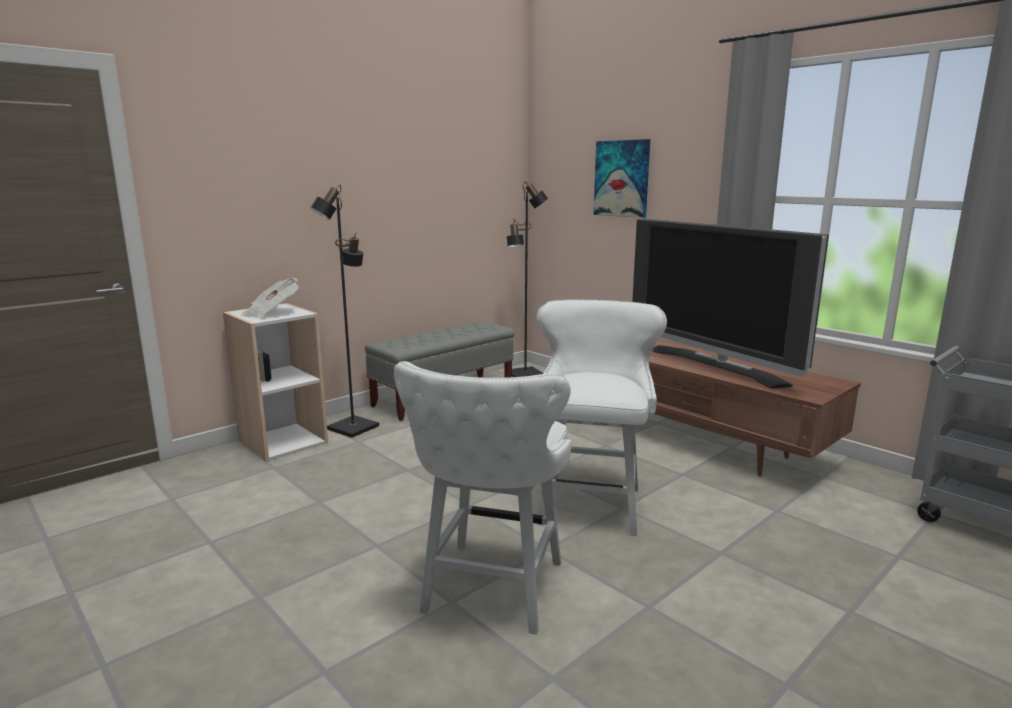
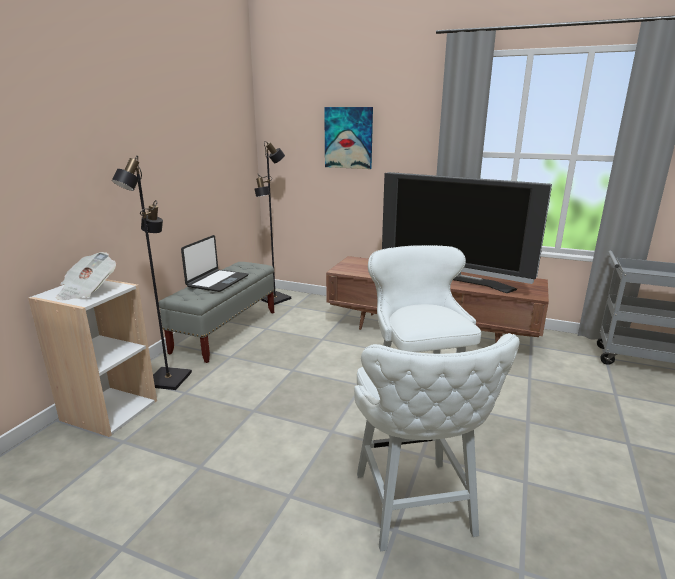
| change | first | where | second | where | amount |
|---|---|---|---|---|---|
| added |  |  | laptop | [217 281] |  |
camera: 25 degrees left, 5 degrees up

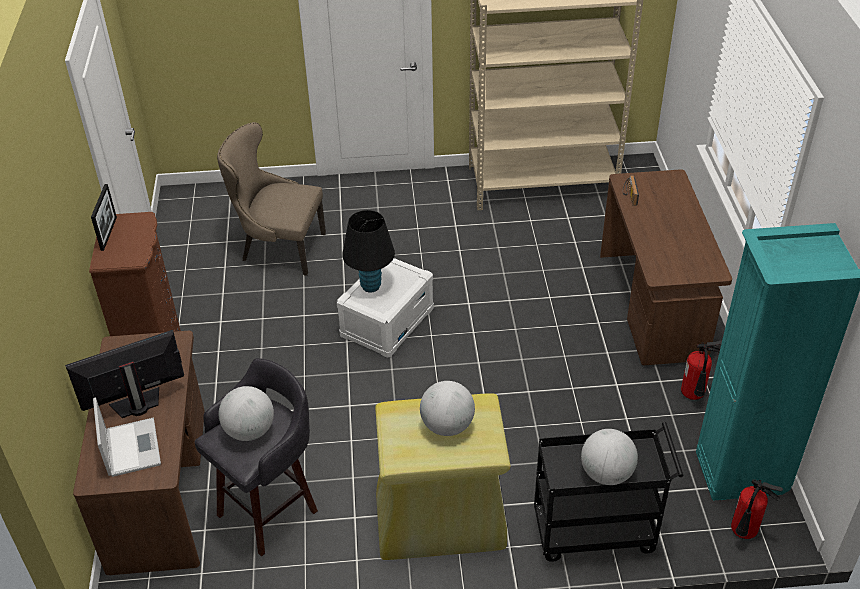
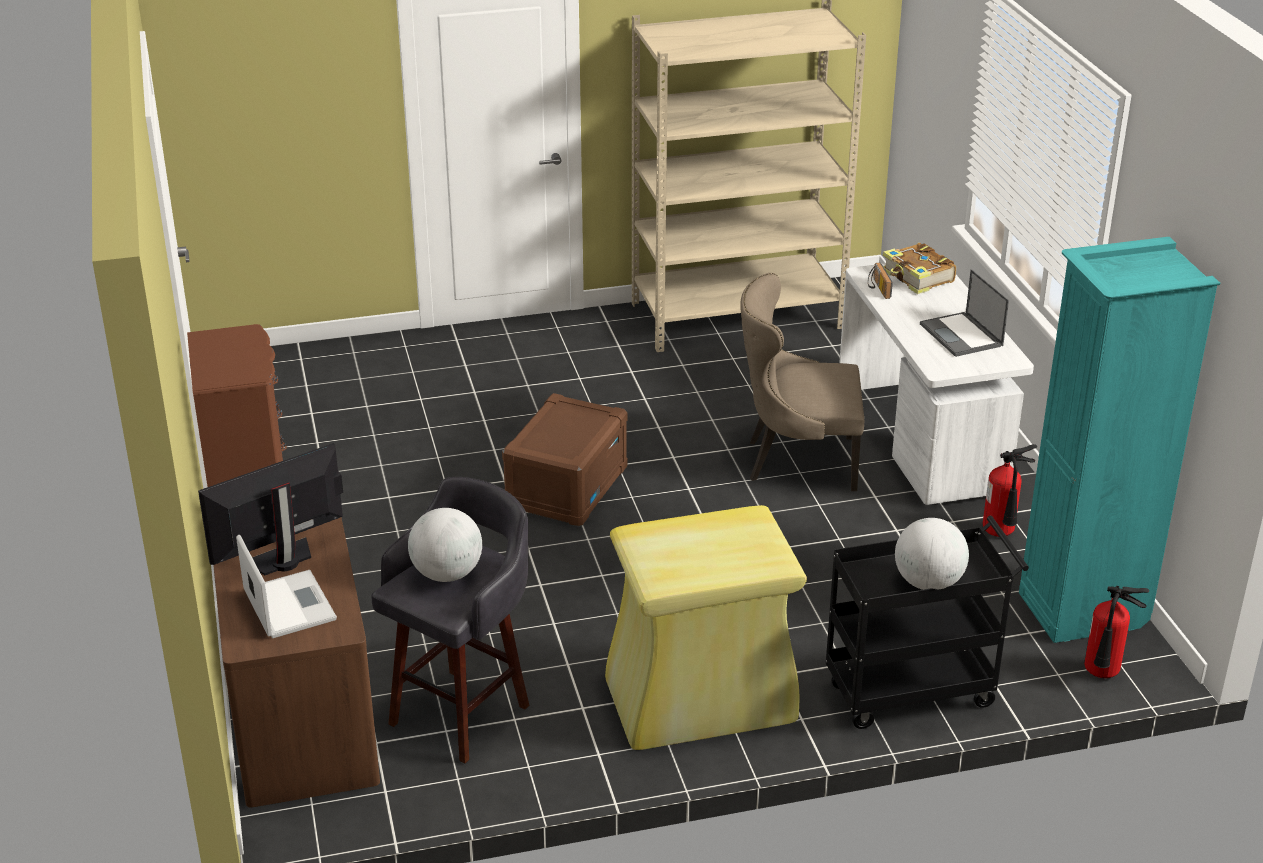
| change | first | where | second | where | amount |
|---|---|---|---|---|---|
| recoloured | white storage box | [387 322] | brown storage box | [566 487] |  |
| moved | beige chair | [279 249] |  | [797 461] |  |
| recoloured | brown desk | [654 305] | white desk | [923 440] |  |
| added |  |  | book | [917 278] |  |
| added |  |  | laptop | [962 335] |  |
| removed | picture frame | [108 233] |  |  |  |
| removed | black table lamp | [371 286] |  |  |  |
| removed | globe | [447 426] |  |  |  |
camera: 10 degrees left, 10 degrees down

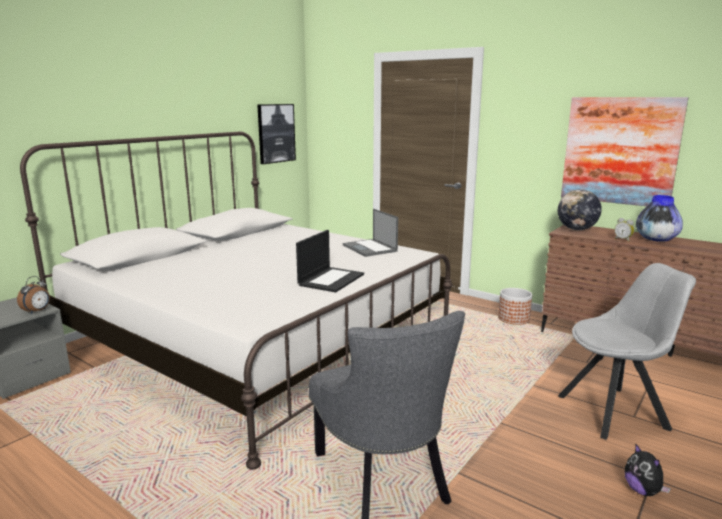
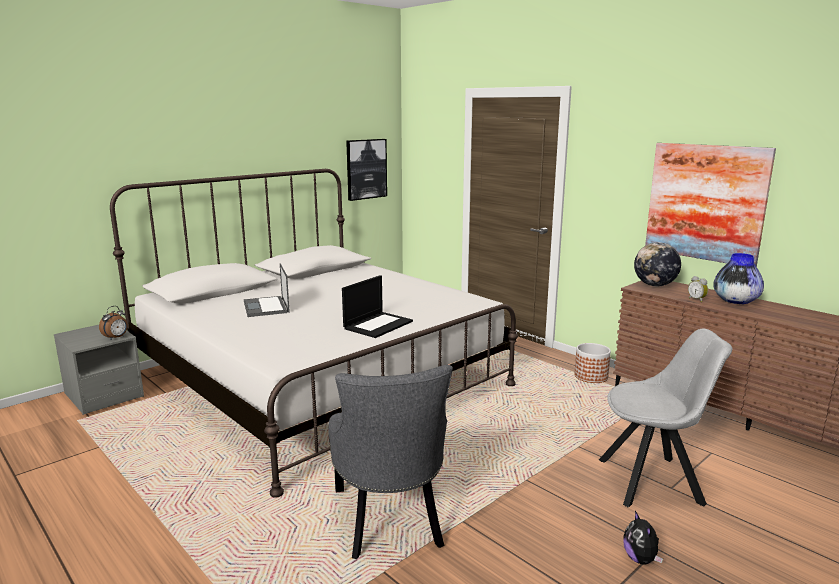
| change | first | where | second | where | amount |
|---|---|---|---|---|---|
| moved | laptop | [370 248] |  | [266 307] |  |
camera: 10 degrees right, 0 degrees up

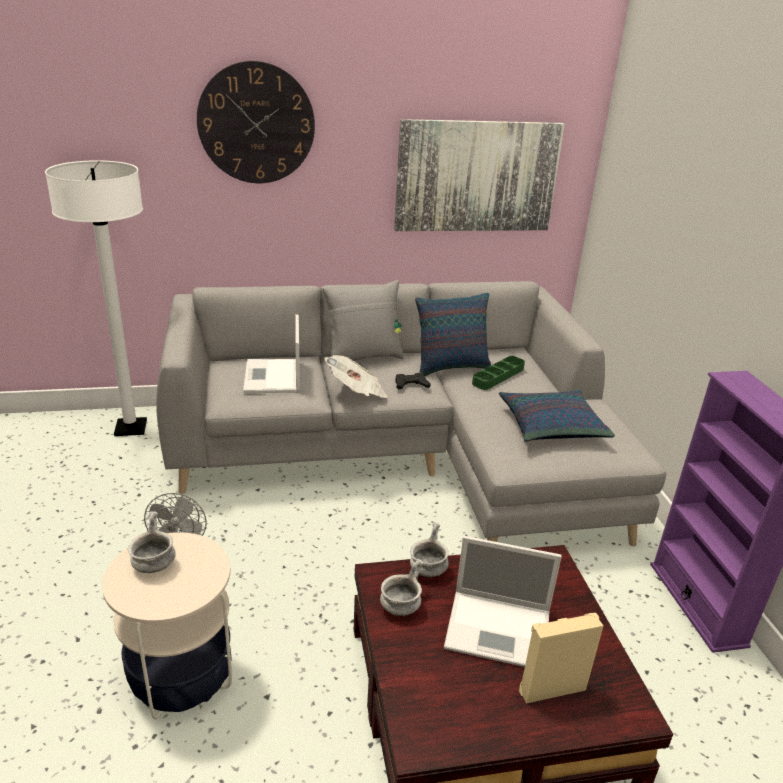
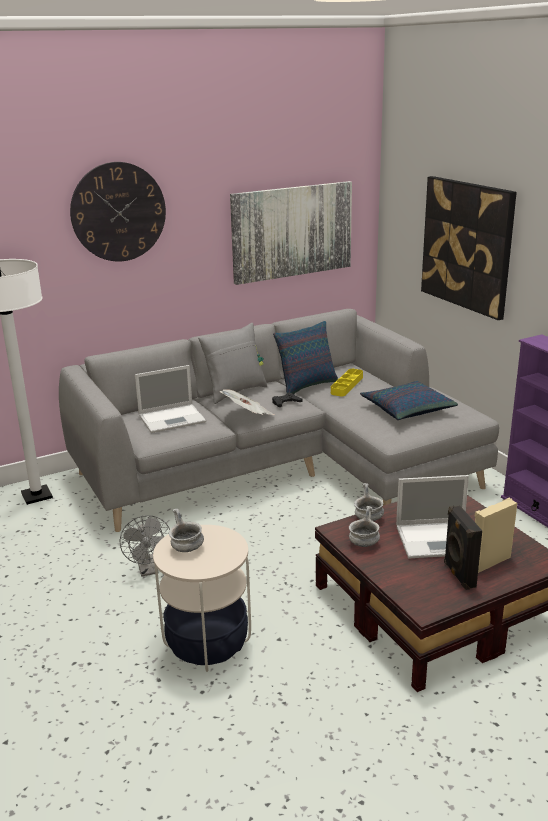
| change | first | where | second | where | amount |
|---|---|---|---|---|---|
| turned | laptop | [273 377] |  | [173 418] | 90 degrees counterclockwise |
| recoloured | green tray | [498 376] | yellow tray | [347 385] |  |
| added |  |  | picture | [467 245] |  |
| added |  |  | black speaker | [458 575] |  |
camera: 15 degrees left, 5 degrees down

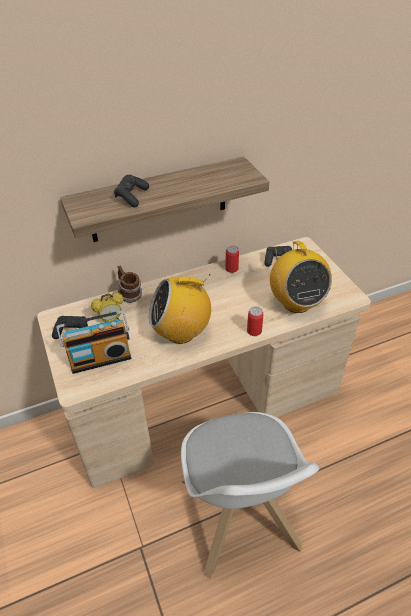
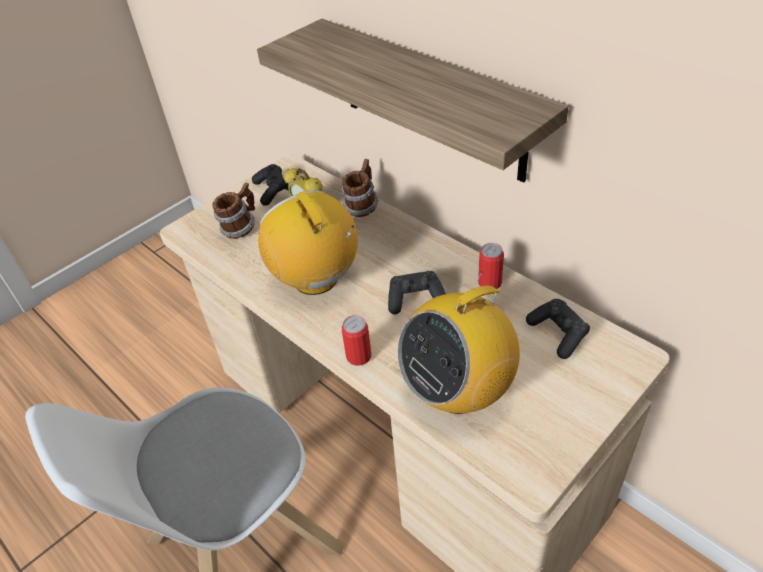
| change | first | where | second | where | amount |
|---|---|---|---|---|---|
| replaced | radio | [100 357] | mug | [240 228] |  |
| moved | black game controller | [132 197] |  | [415 299] |  |
camera: 70 degrees right, 0 degrees up

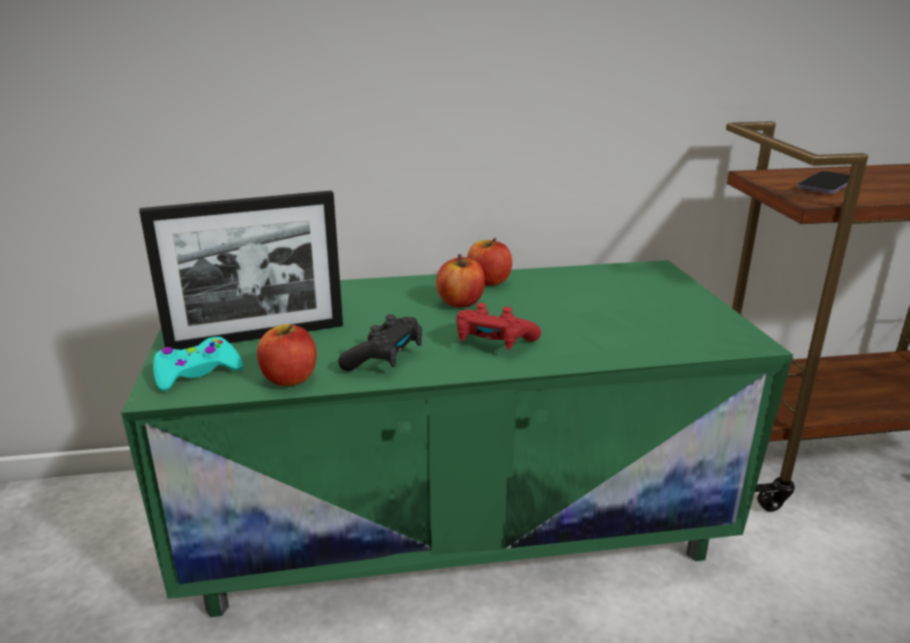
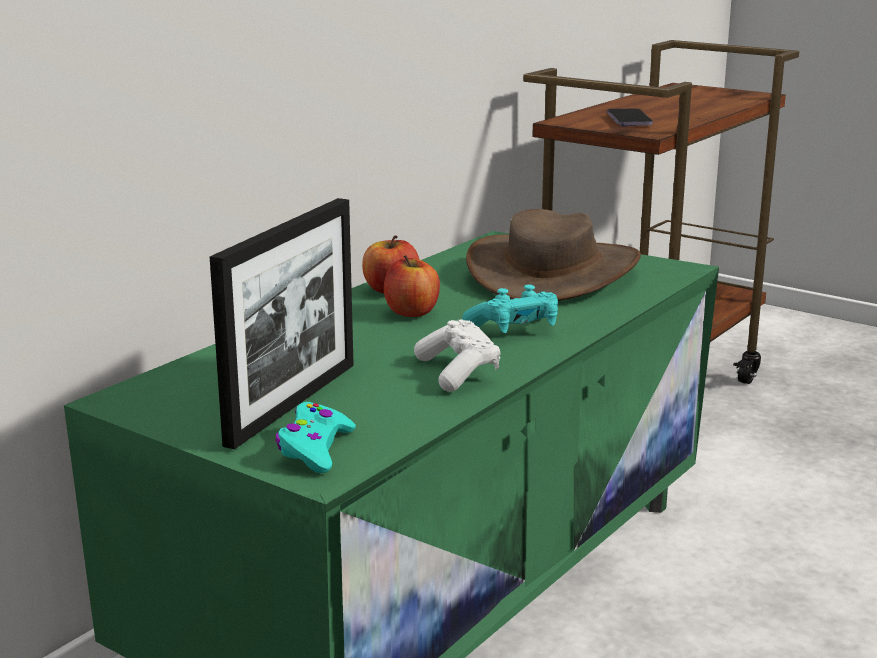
| change | first | where | second | where | amount |
|---|---|---|---|---|---|
| recoloured | black game controller | [384 358] | white game controller | [458 372] |  |
| recoloured | red game controller | [493 342] | turquoise game controller | [515 329] |  |
| added |  |  | brown hat | [554 272] |  |
| removed | apple | [289 378] |  |  |  |
camera: 45 degrees left, 5 degrees down

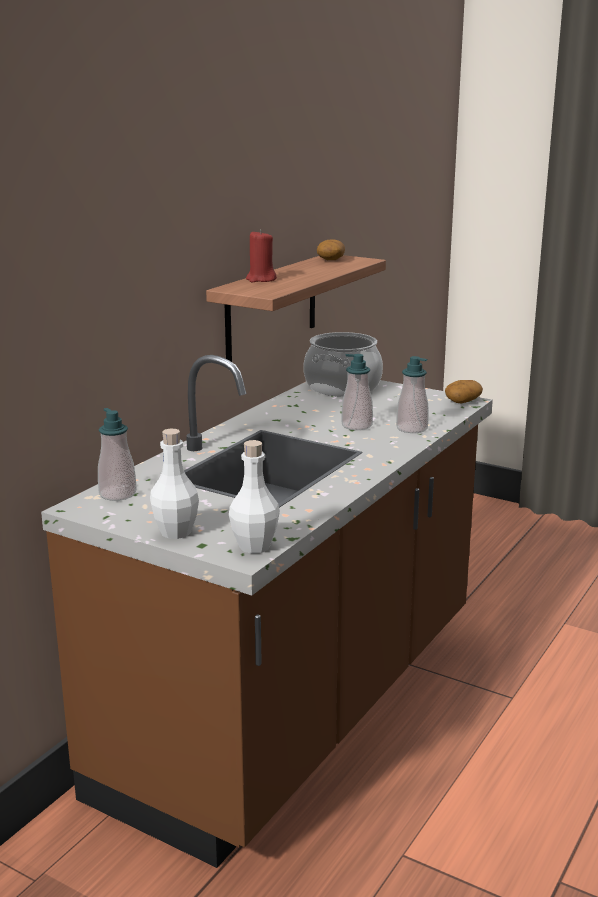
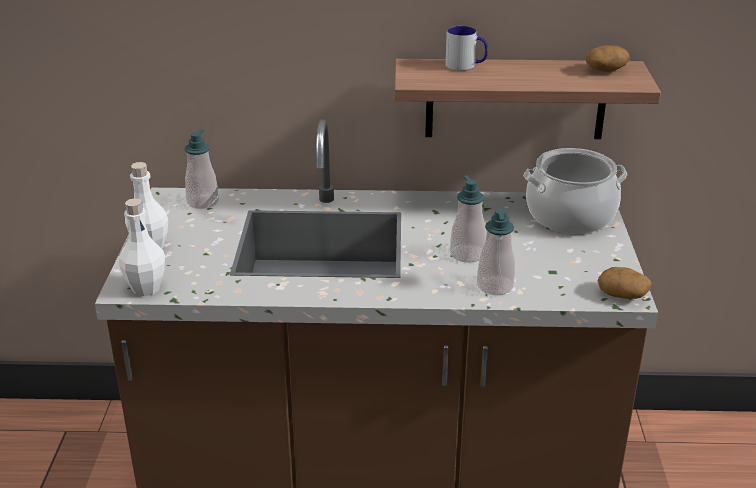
| change | first | where | second | where | amount |
|---|---|---|---|---|---|
| replaced | red candle | [261 279] | mug | [466 66] |  |
camera: 60 degrees right, 10 degrees up

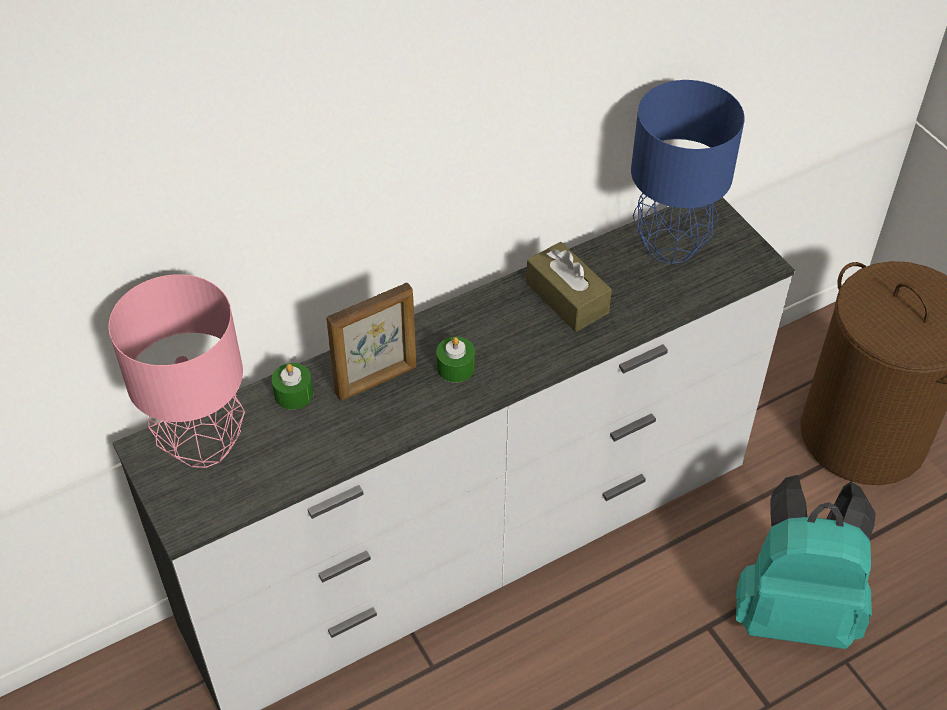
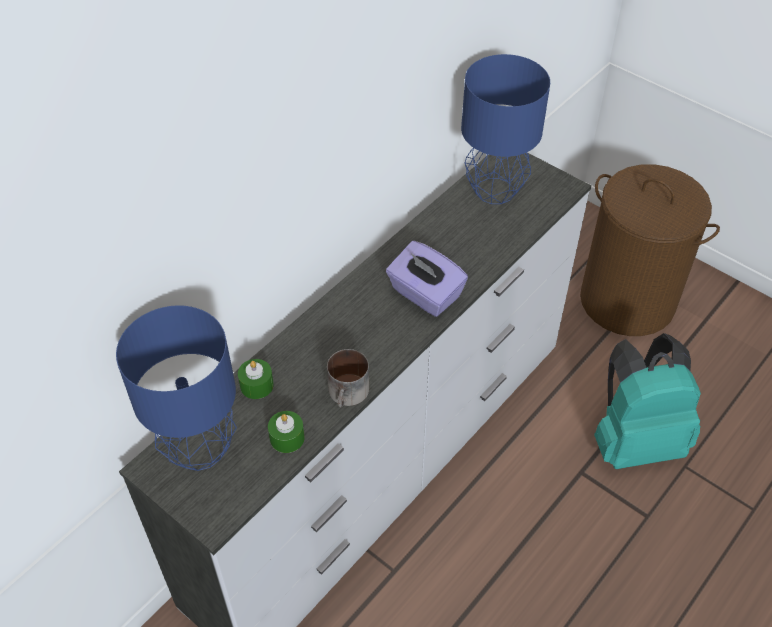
| change | first | where | second | where | amount |
|---|---|---|---|---|---|
| recoloured | pink table lamp | [203 444] | blue table lamp | [199 448] |  |
| moved | green candle | [455 367] |  | [287 438] |  |
| added |  |  | mug | [349 394] |  |
| added |  |  | purple tissue box | [425 294] |  |
| removed | picture frame | [377 381] |  |  |  |
| removed | brown tissue box | [567 298] |  |  |  |
camera: 20 degrees left, 0 degrees up

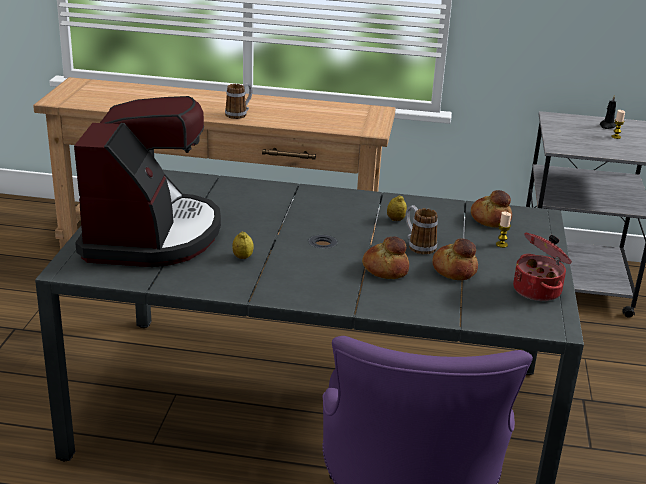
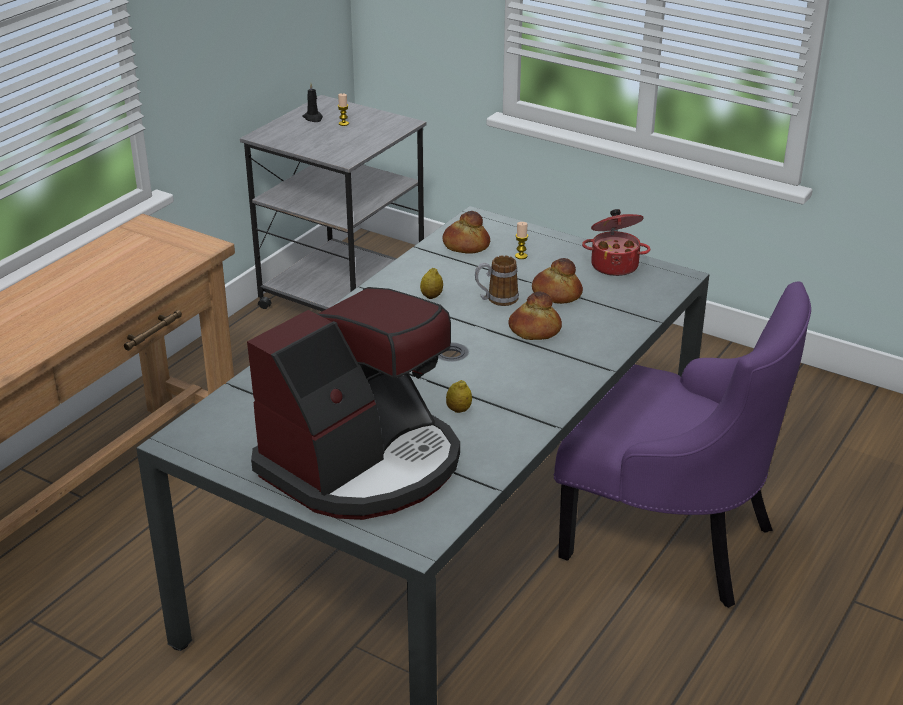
| change | first | where | second | where | amount |
|---|---|---|---|---|---|
| turned | coffee machine | [151 235] |  | [363 464] | 105 degrees clockwise |
| removed | mug | [239 114] |  |  |  |
camera: 65 degrees left, 5 degrees up

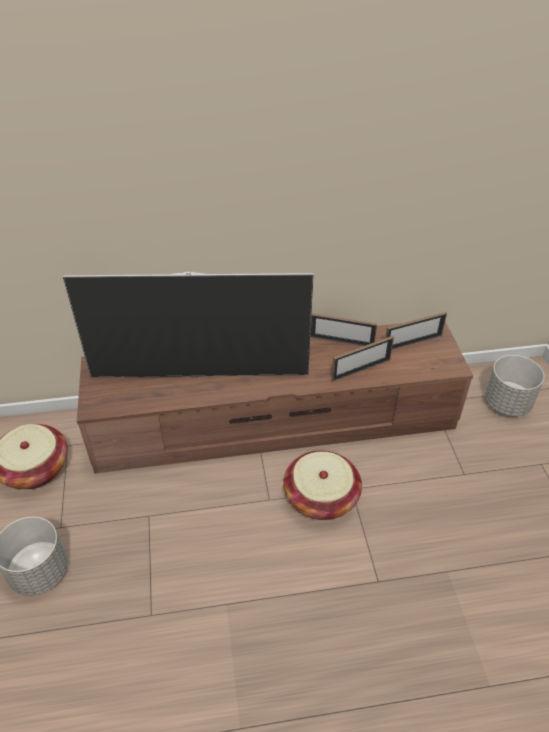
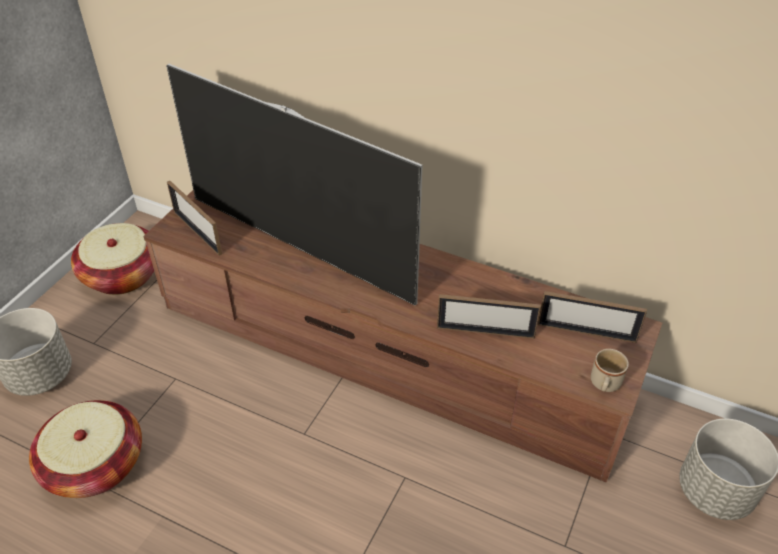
| change | first | where | second | where | amount |
|---|---|---|---|---|---|
| moved | basket | [321 497] |  | [95 465] |  |
| moved | picture frame | [341 341] |  | [197 232] |  |
| added |  |  | beige mug | [604 385] |  |
camera: 35 degrees right, 0 degrees up

